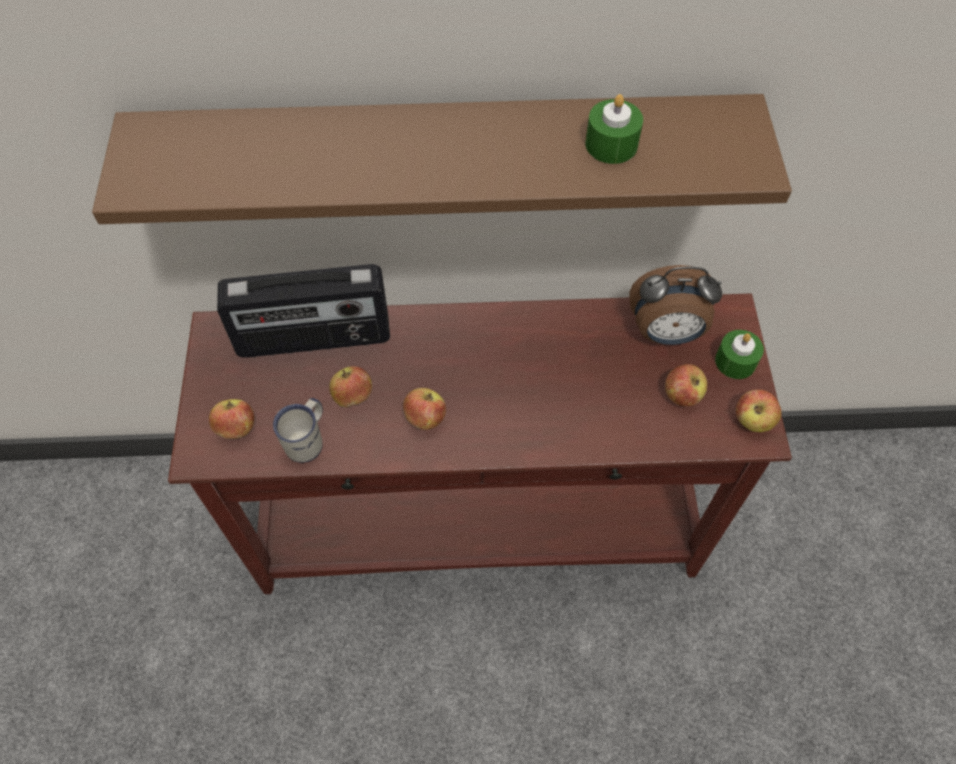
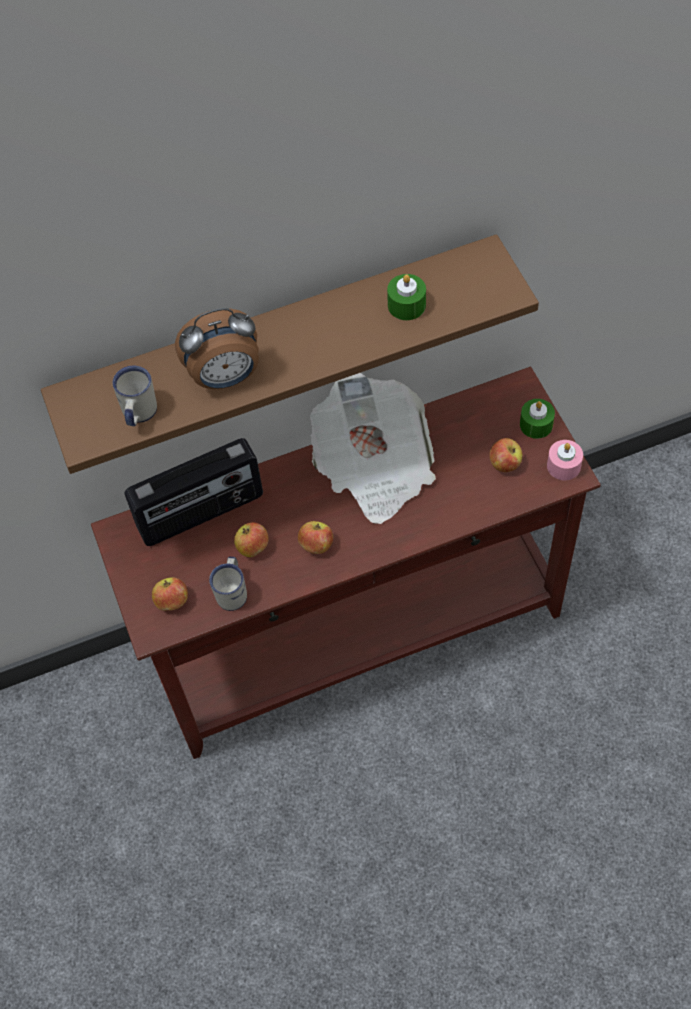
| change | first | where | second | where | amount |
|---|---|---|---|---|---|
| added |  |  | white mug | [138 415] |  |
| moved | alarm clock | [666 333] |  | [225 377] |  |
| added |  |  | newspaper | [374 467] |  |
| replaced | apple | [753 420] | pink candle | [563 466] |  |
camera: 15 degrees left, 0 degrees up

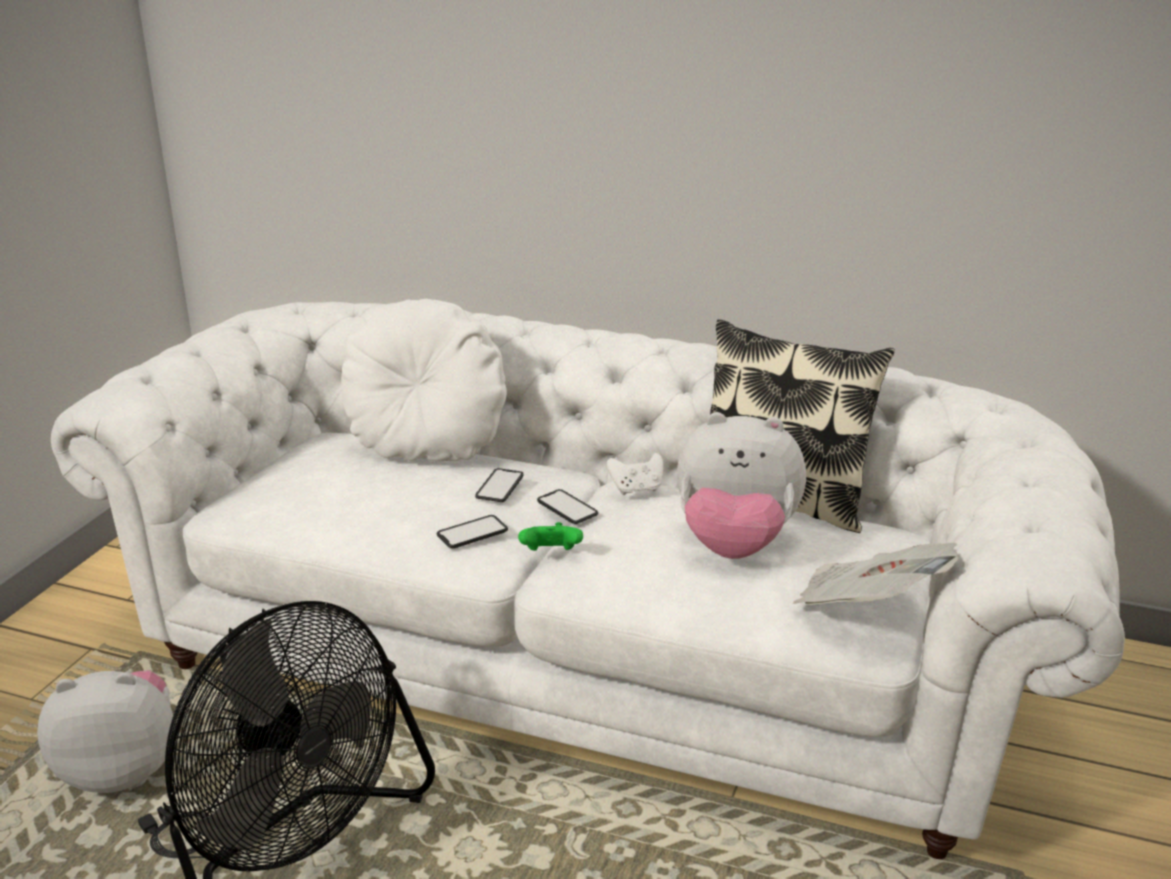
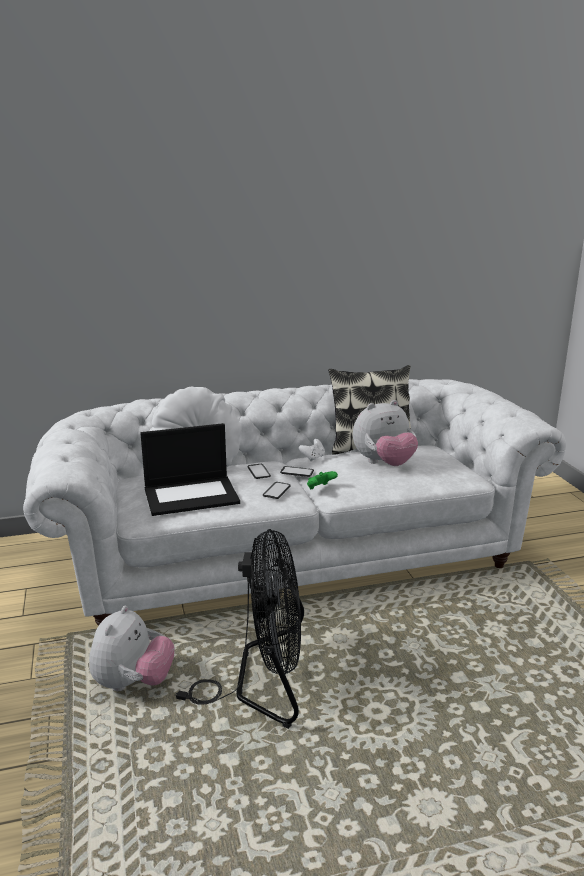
| change | first | where | second | where | amount |
|---|---|---|---|---|---|
| turned | plush toy | [122 770] |  | [133 683] | 150 degrees clockwise |
| added |  |  | laptop | [192 495] |  |
| removed | newspaper | [868 608] |  |  |  |
camera: 35 degrees left, 5 degrees down

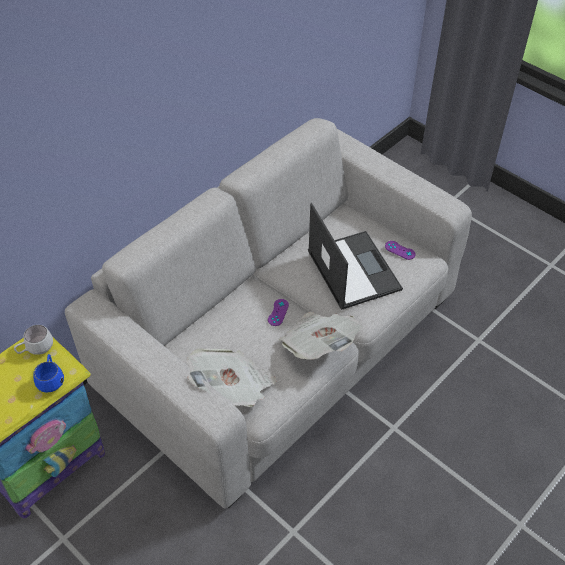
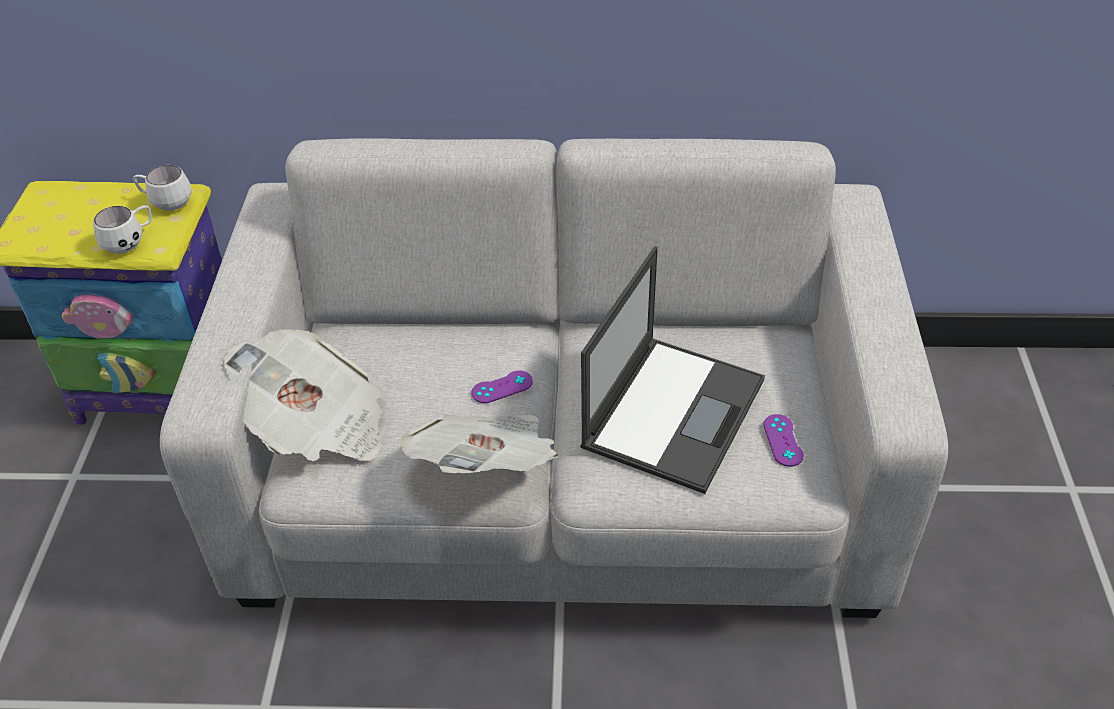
| change | first | where | second | where | amount |
|---|---|---|---|---|---|
| recoloured | blue mug | [51 380] | white mug | [131 242] |  |
camera: 50 degrees right, 5 degrees down

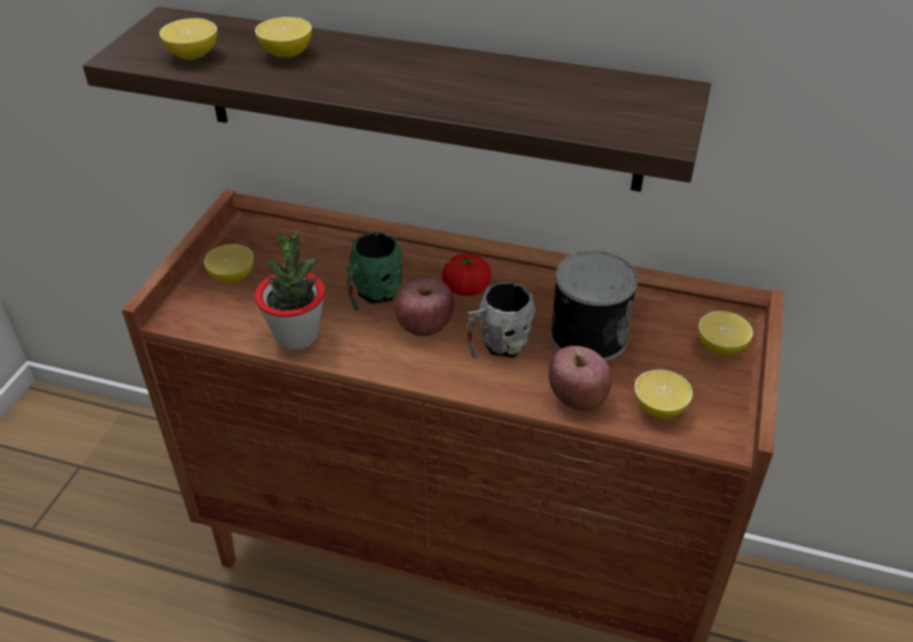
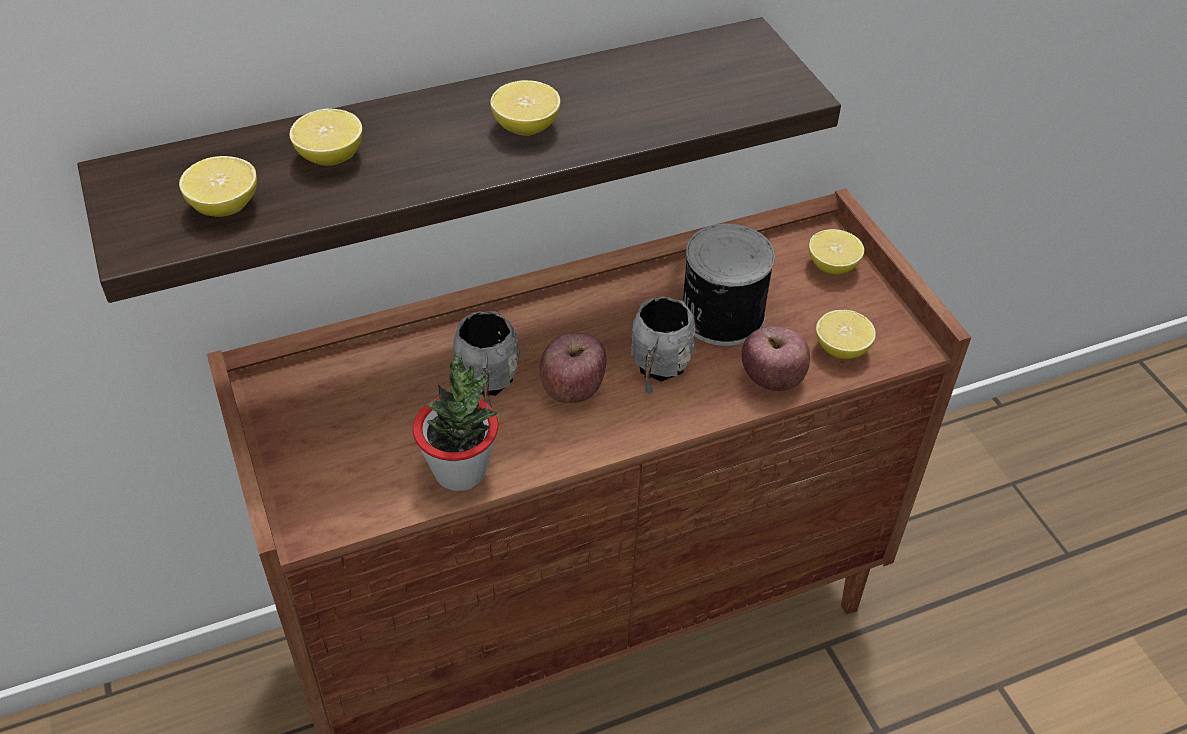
| change | first | where | second | where | amount |
|---|---|---|---|---|---|
| recoloured | green mug | [373 295] | grey mug | [487 385] |  |
| moved | lemon | [232 277] |  | [526 127] |  |
| removed | tomato | [466 288] |  |  |  |
camera: 40 degrees left, 5 degrees up

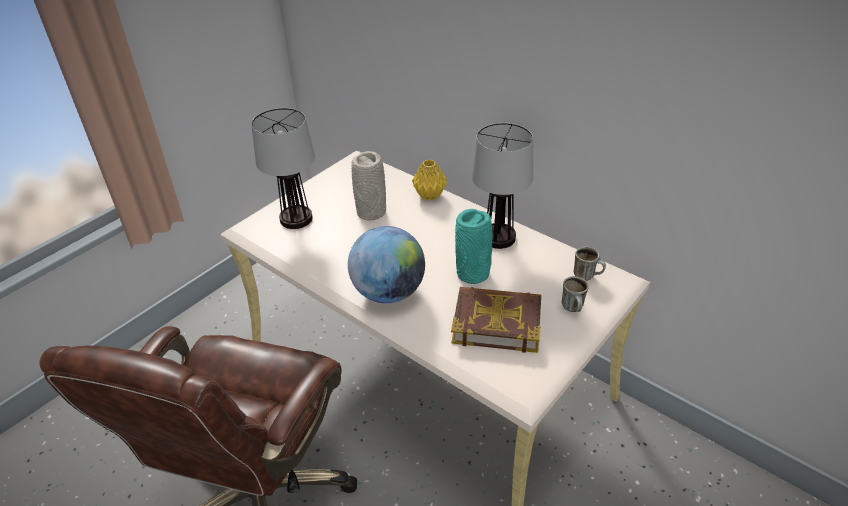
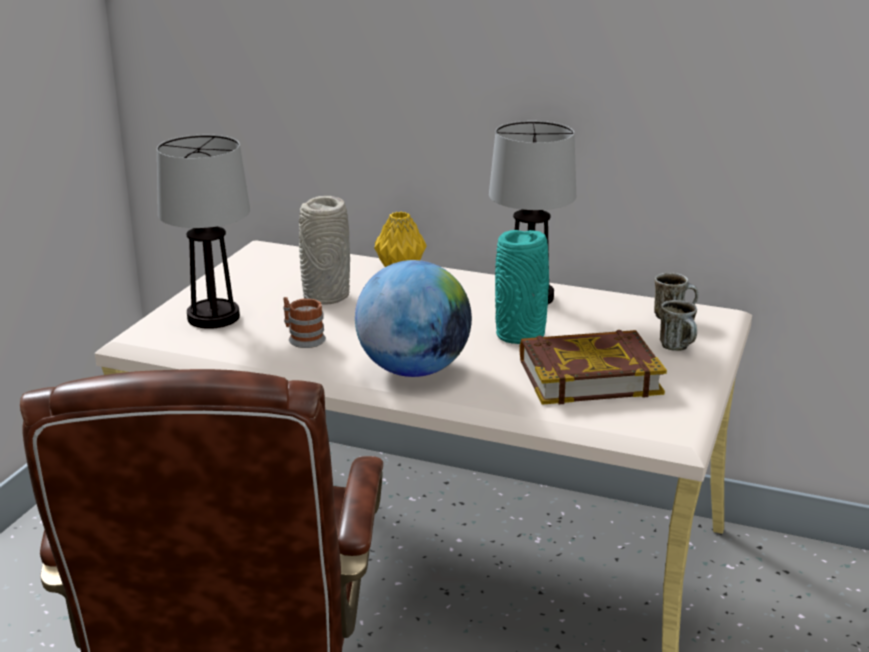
| change | first | where | second | where | amount |
|---|---|---|---|---|---|
| added |  |  | mug | [302 338] |  |
camera: 20 degrees left, 15 degrees down

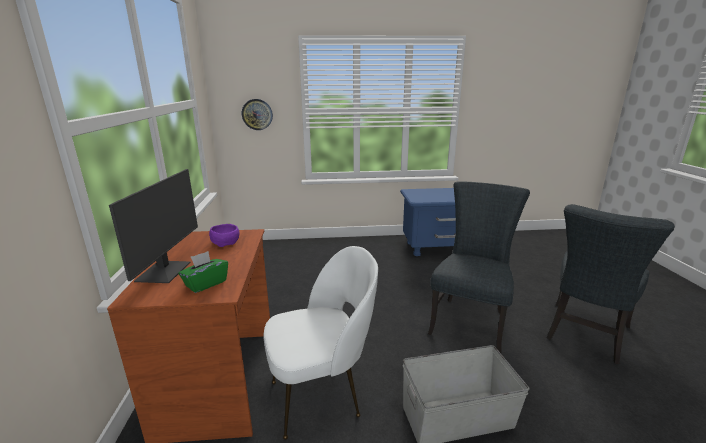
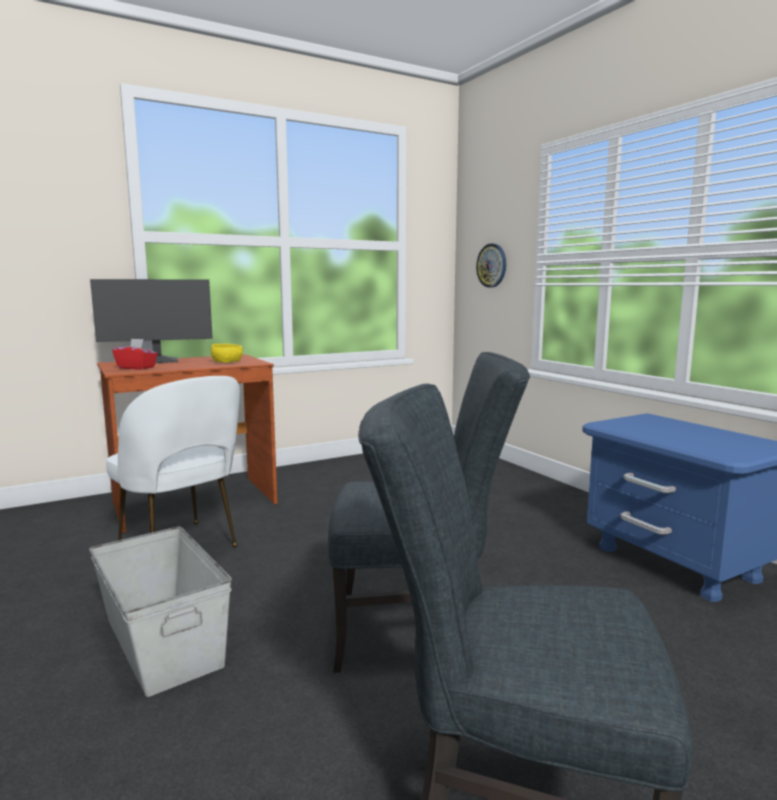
| change | first | where | second | where | amount |
|---|---|---|---|---|---|
| recoloured | green tissue box | [206 283] | red tissue box | [136 368] |  |
| recoloured | purple bowl | [226 242] | yellow bowl | [228 361] |  |
camera: 65 degrees right, 10 degrees down

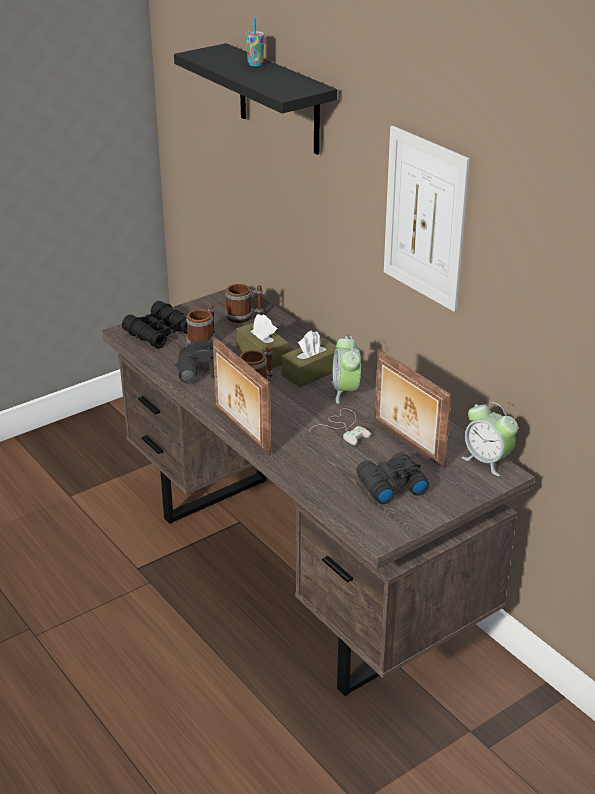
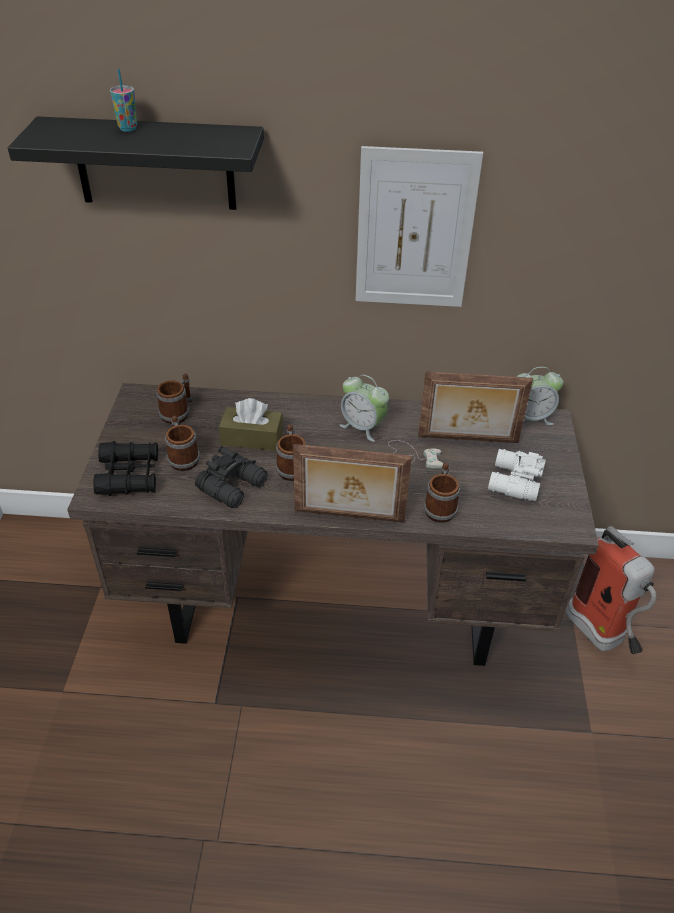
| change | first | where | second | where | amount |
|---|---|---|---|---|---|
| added |  |  | mug | [440 507] |  |
| recoloured | black binoculars | [389 485] | white binoculars | [513 482] |  |
| added |  |  | fire extinguisher | [601 638] |  |
| removed | brown tissue box | [311 372] |  |  |  |
camera: 50 degrees left, 10 degrees up

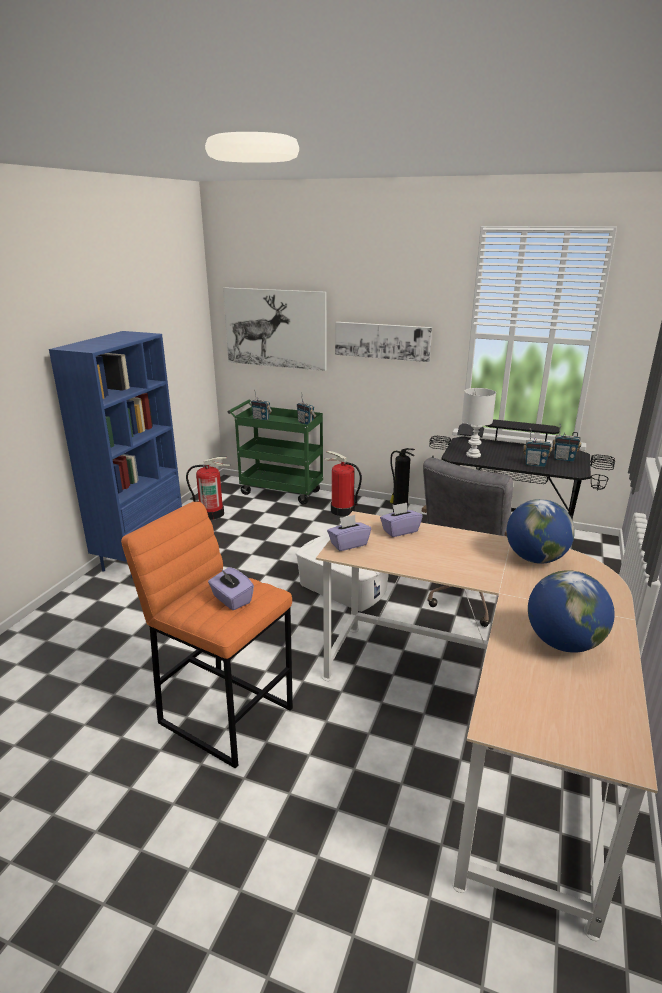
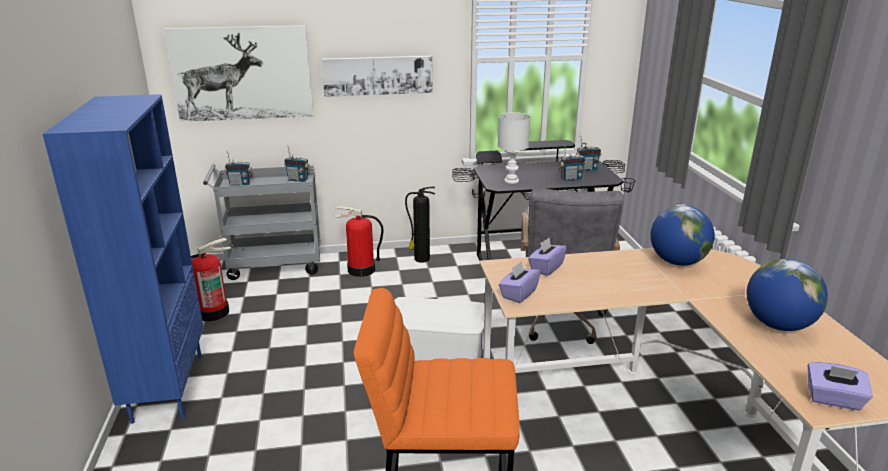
| change | first | where | second | where | amount |
|---|---|---|---|---|---|
| recoloured | green cart | [279 493] | grey cart | [273 268] |  |
| moved | purple tissue box | [231 600] |  | [833 399] |  |
camera: 30 degrees left, 0 degrees up

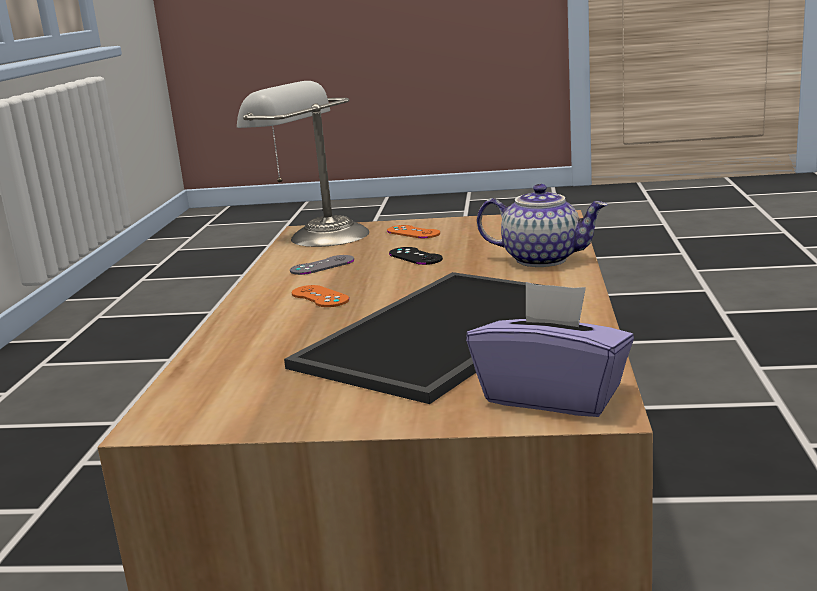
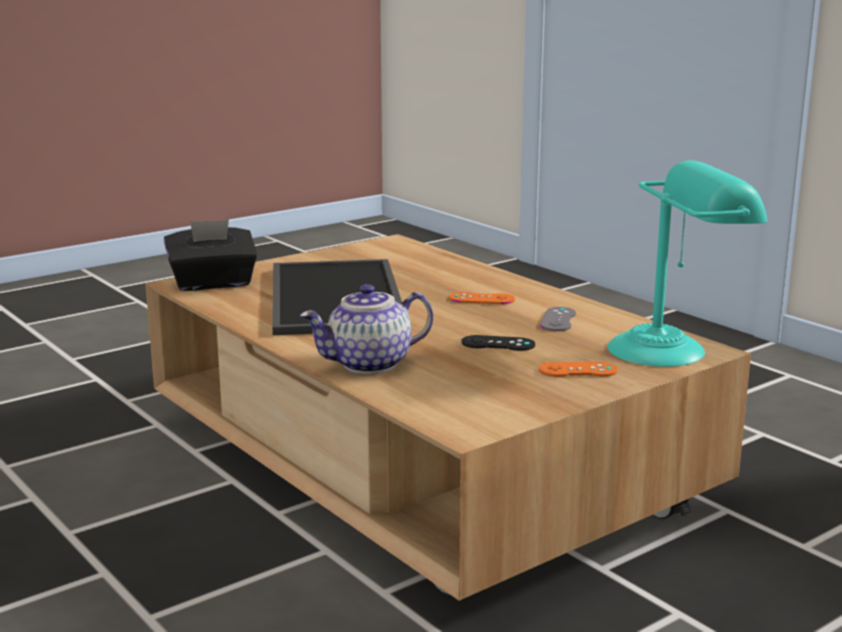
| change | first | where | second | where | amount |
|---|---|---|---|---|---|
| recoloured | purple tissue box | [553 396] | black tissue box | [212 283] |  |
| recoloured | white table lamp | [315 235] | turquoise table lamp | [674 346] |  |
camera: 135 degrees right, 0 degrees up

